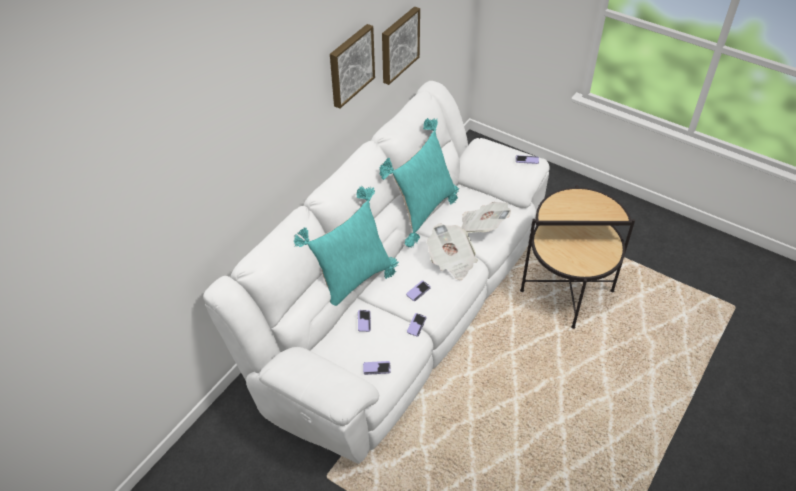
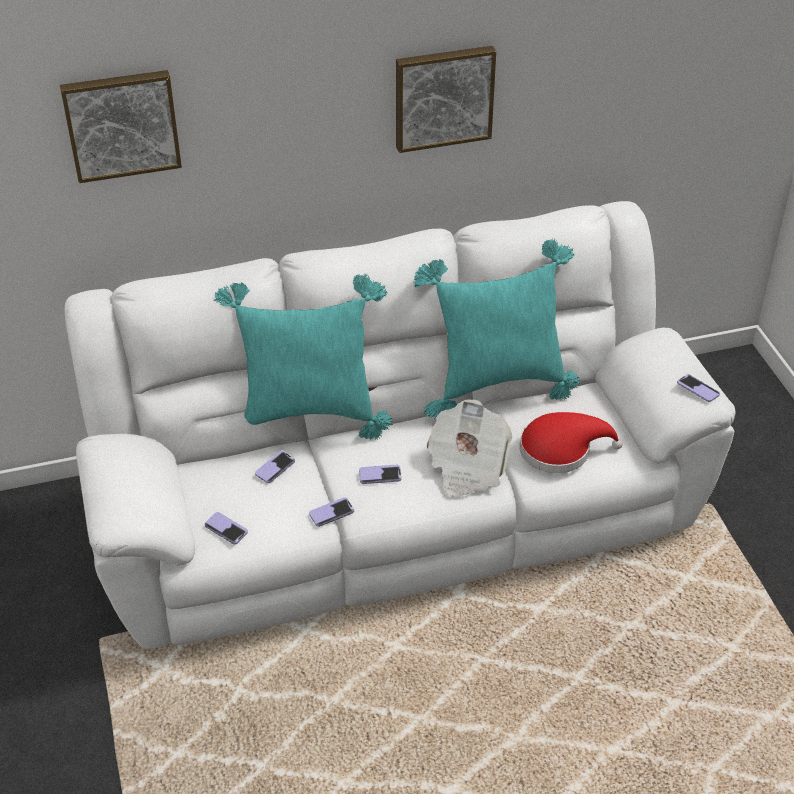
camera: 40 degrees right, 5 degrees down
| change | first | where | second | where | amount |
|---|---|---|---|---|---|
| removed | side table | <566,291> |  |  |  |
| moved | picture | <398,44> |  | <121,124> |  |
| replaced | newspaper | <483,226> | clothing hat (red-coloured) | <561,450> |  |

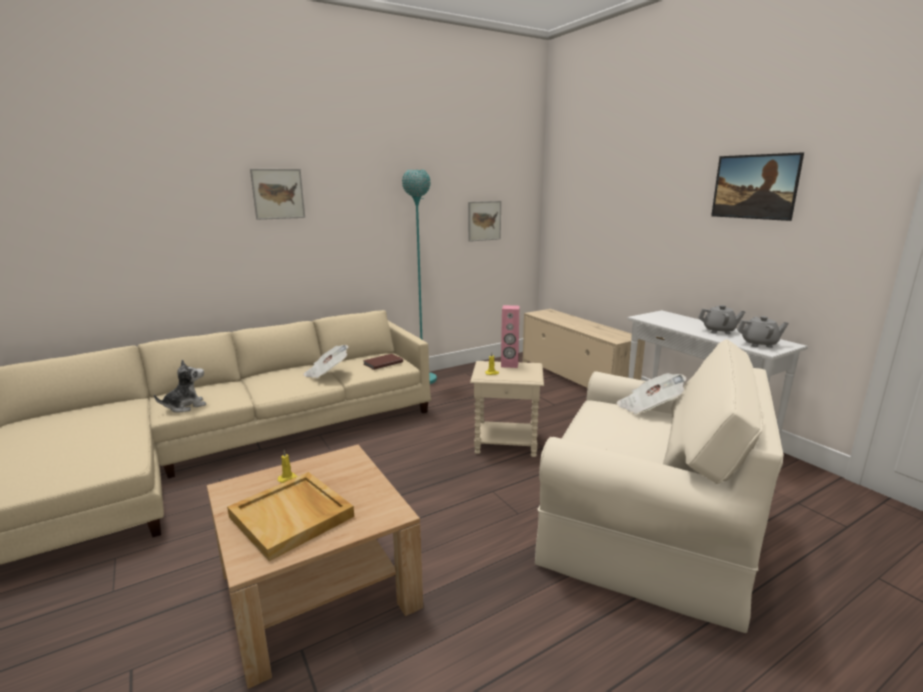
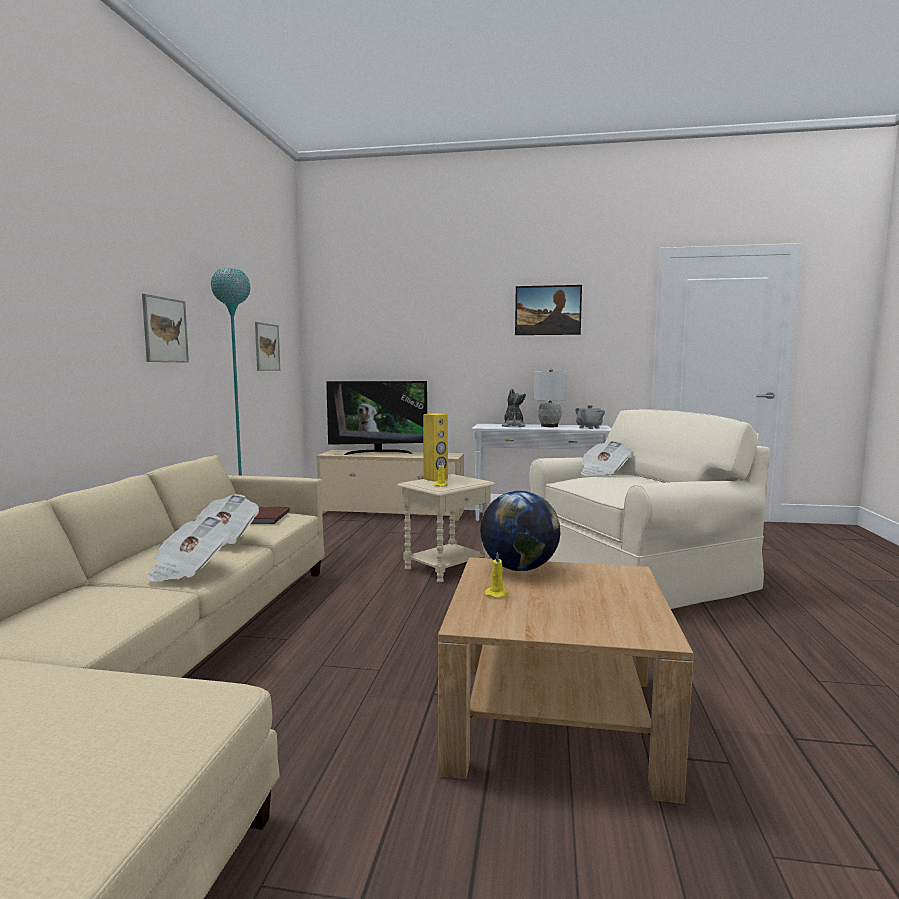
camera: 50 degrees left, 10 degrees down
| change | first | where | second | where | amount |
|---|---|---|---|---|---|
| removed | serving tray (beige) | <293,517> |  |  |  |
| added |  |  | newspaper | <188,569> |  |
| added |  |  | TV | <378,452> |  |
| added |  |  | world globe | <519,568> |  |
| moved | soft toy | <185,406> |  | <513,426> |  |
| moved | picture | <278,194> |  | <165,330> |  |
| replaced | pot for tea (gray) | <719,331> | lamp for a table (whitish) | <549,426> |  |
| recoloured | audio speaker (pinkish) | <509,365> | audio speaker (yellowish) | <436,479> |  |

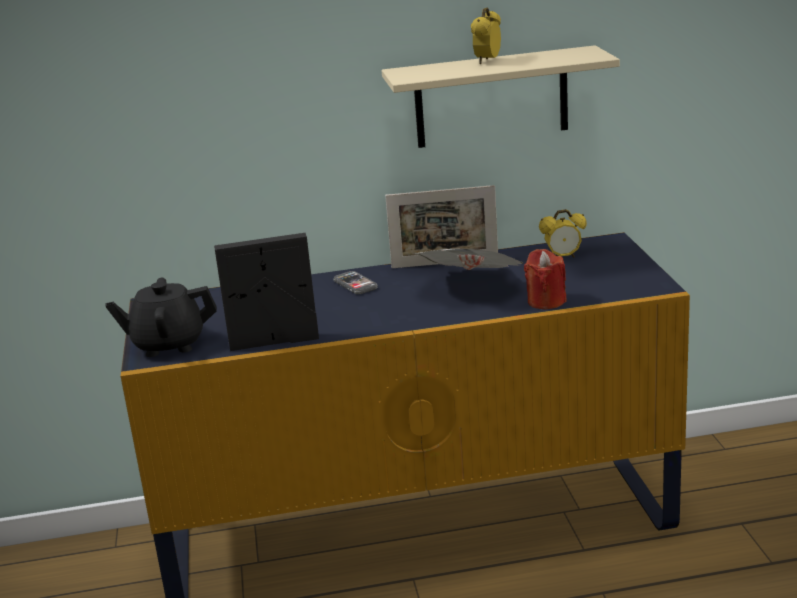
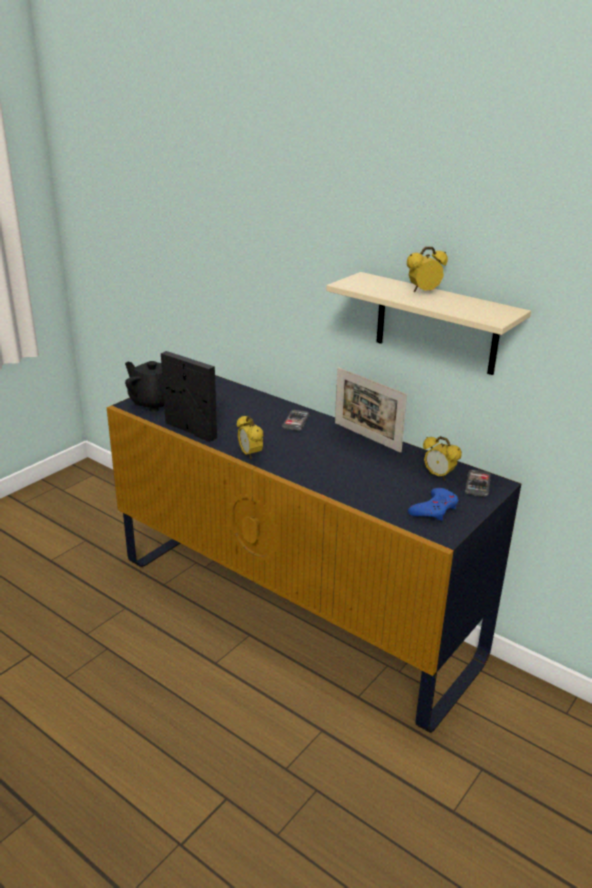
camera: 45 degrees right, 5 degrees up
| change | first | where | second | where | amount |
|---|---|---|---|---|---|
| removed | newspaper | <472,287> |  |  |  |
| removed | candle (red-coloured) | <546,301> |  |  |  |
| added |  |  | alarm clock | <250,455> |  |
| added |  |  | gamepad (blue-coloured) | <434,509> |  |
| added |  |  | telephone | <477,484> |  |

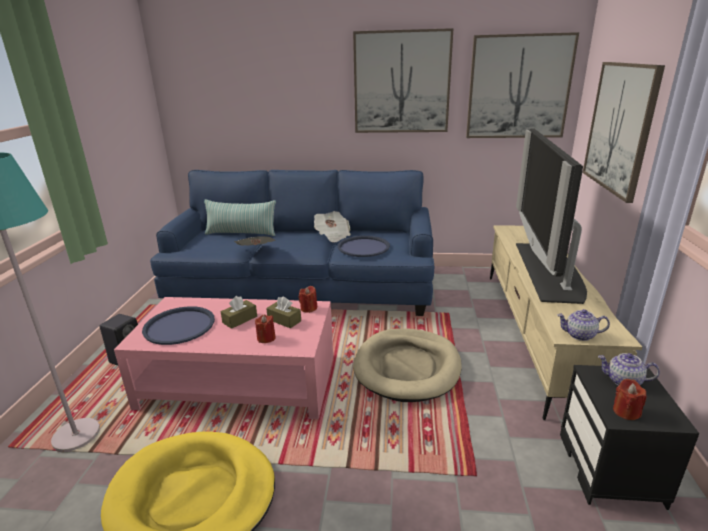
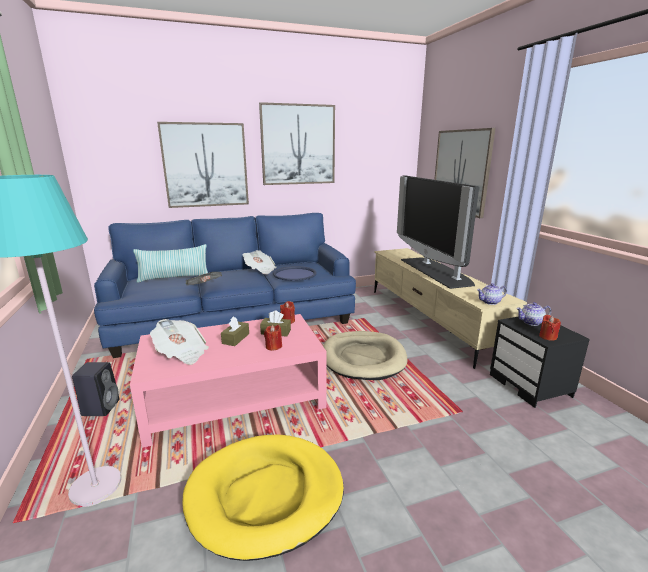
camera: 25 degrees left, 5 degrees down
| change | first | where | second | where | amount |
|---|---|---|---|---|---|
| moved | picture | <518,87> |  | <205,165> |  |
| replaced | serving tray (blue-coloured) | <179,326> | newspaper | <182,353> |  |

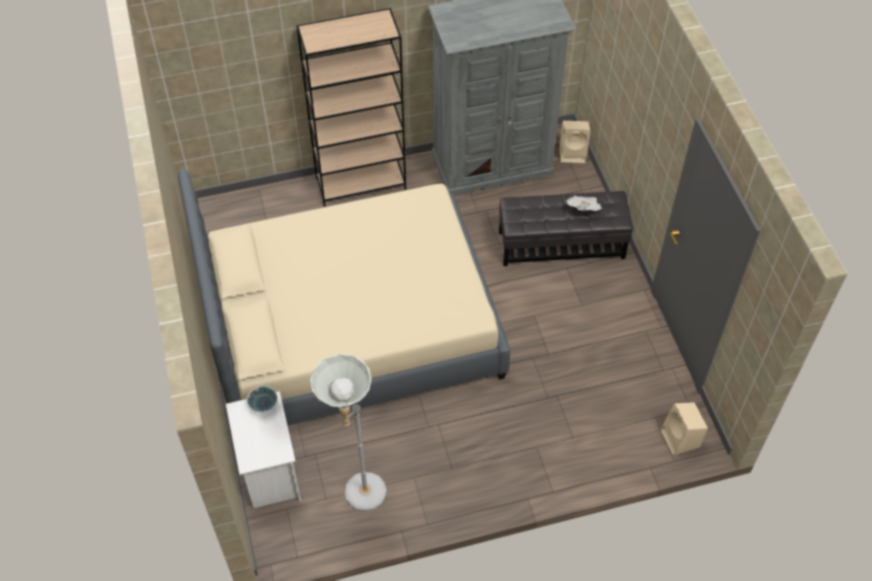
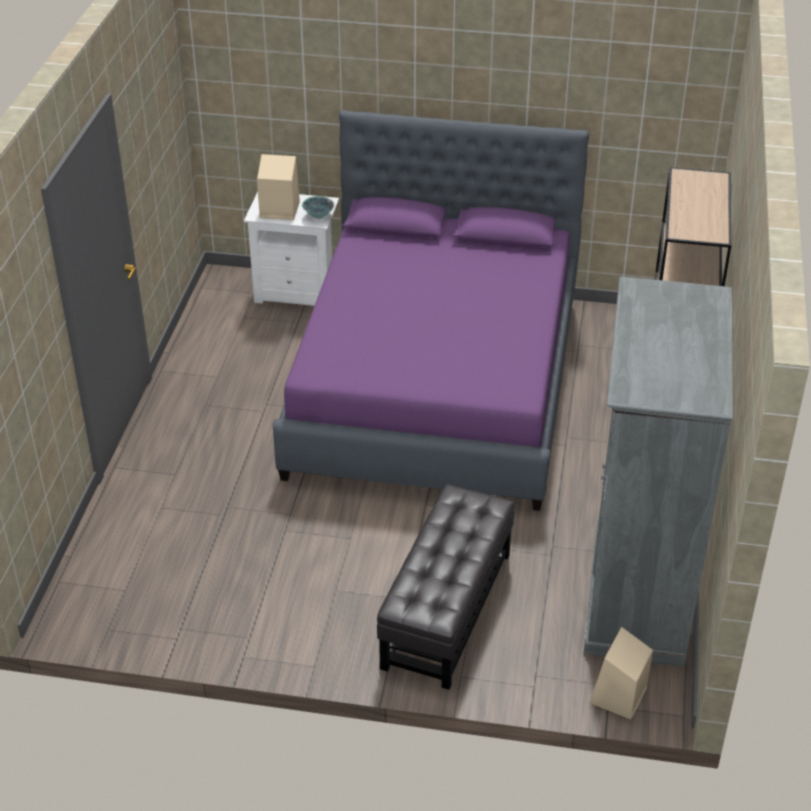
camera: 115 degrees right, 15 degrees down
| change | first | where | second | where | amount |
|---|---|---|---|---|---|
| removed | standing lamp (gray) | <359,498> |  |  |  |
| removed | newspaper | <584,209> |  |  |  |
| moved | audio speaker (beige) | <681,439> |  | <278,210> |  |
| recoloured | sleeping bed (beige) | <351,327> | sleeping bed (purple) | <436,385> |  |

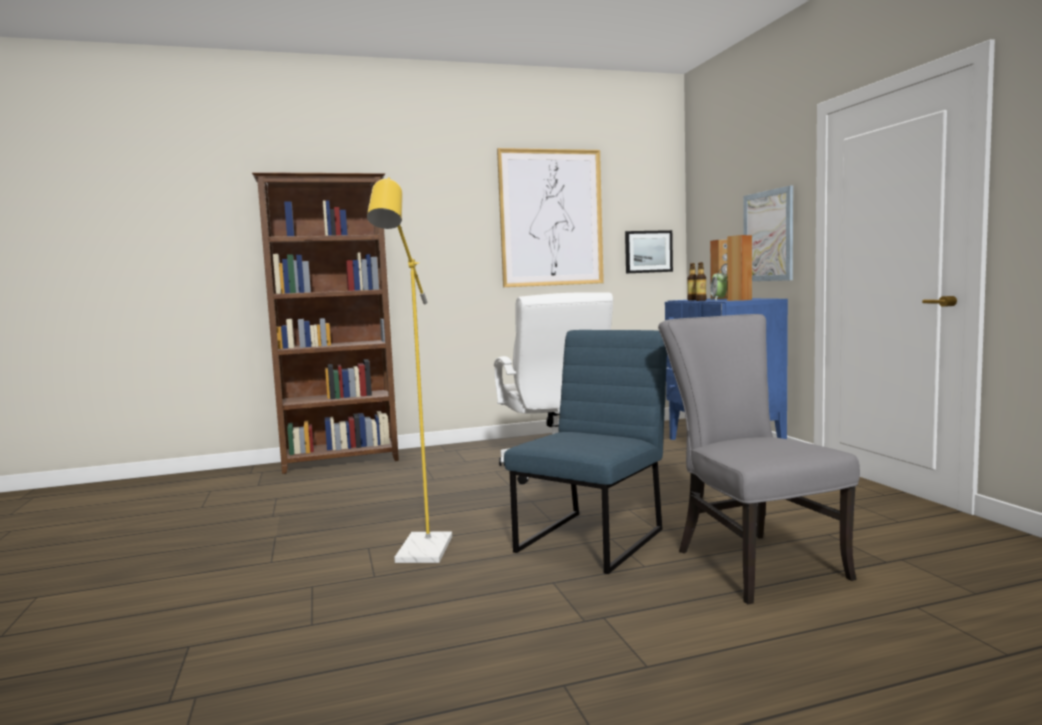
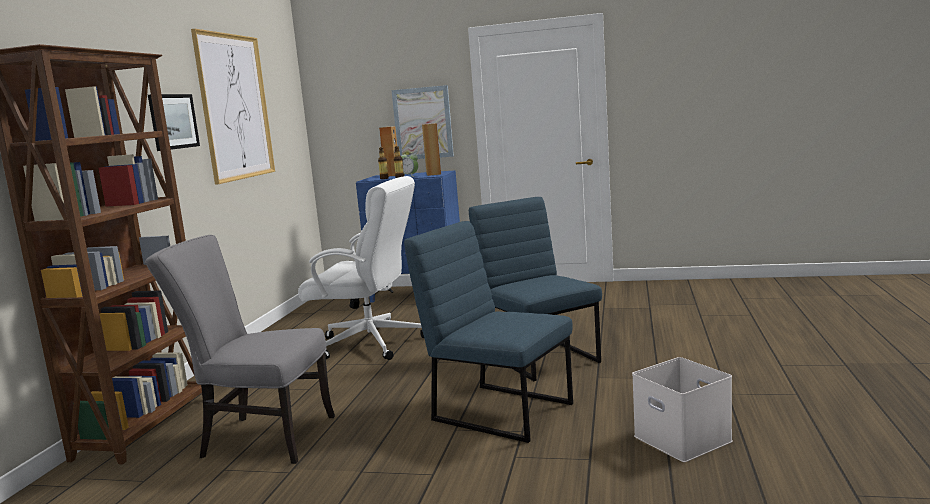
camera: 60 degrees left, 5 degrees up
| change | first | where | second | where | amount |
|---|---|---|---|---|---|
| added |  |  | storage container (whitish) | <684,439> |  |
| moved | picture | <648,251> |  | <173,121> |  |
| moved | plain chair (gray) | <751,561> |  | <260,437> |  |
| replaced | standing lamp (yellowish) | <422,555> | plain chair (blue-coloured) | <499,410> |  |

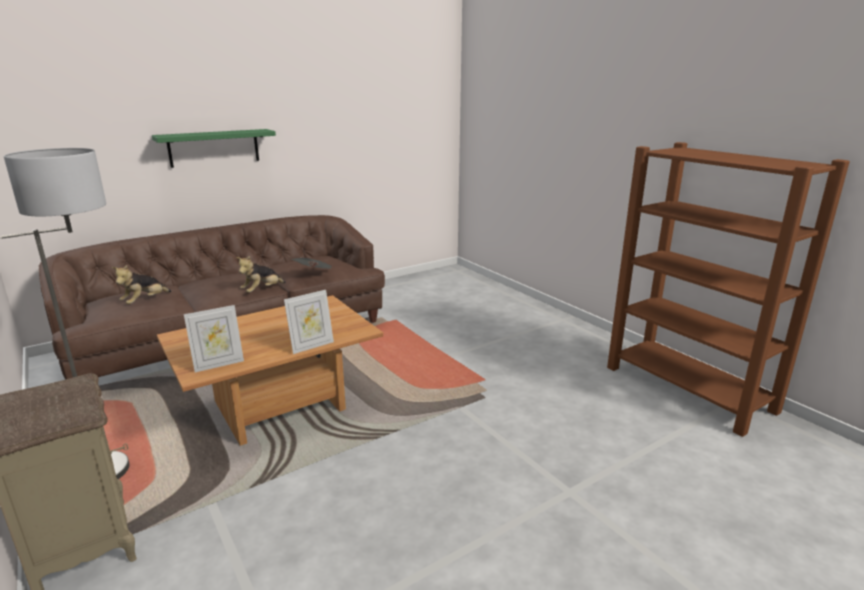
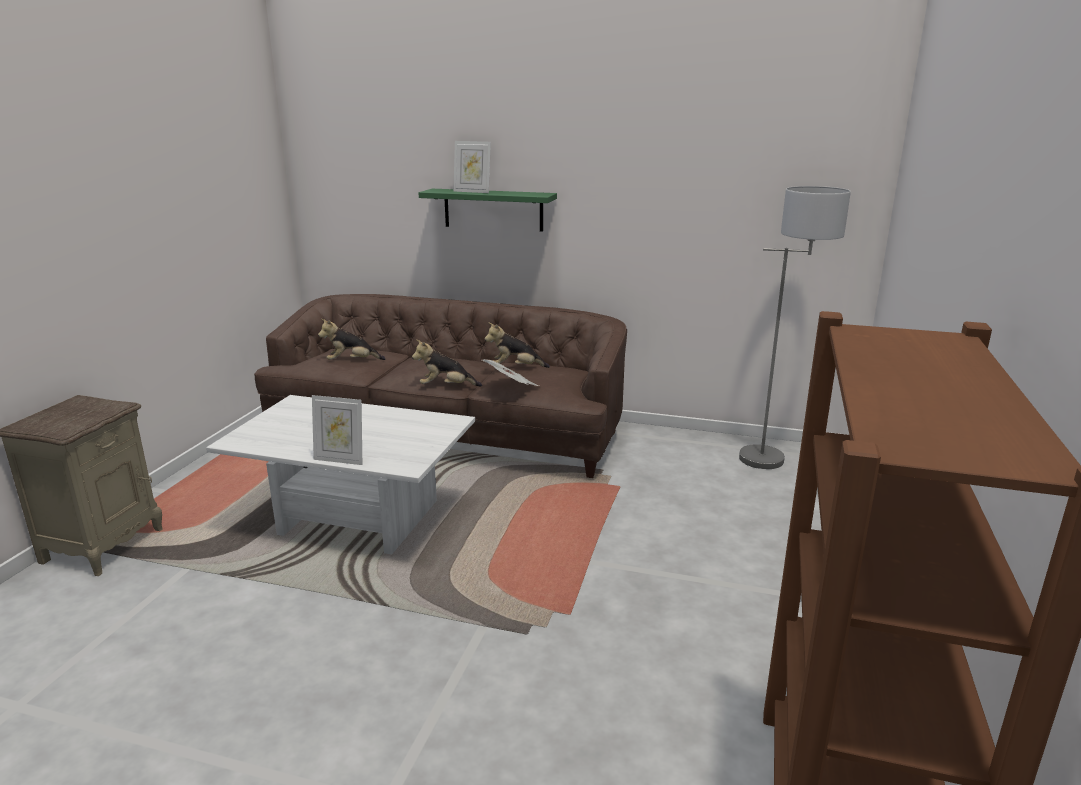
camera: 50 degrees right, 0 degrees up
| change | first | where | second | where | amount |
|---|---|---|---|---|---|
| added |  |  | soft toy | <515,368> |  |
| moved | standing lamp (gray) | <118,466> |  | <775,460> |  |
| moved | photo frame | <218,364> |  | <472,191> |  |
| recoloured | lounge table (brown-coloured) | <279,408> | lounge table (whitish) | <355,520> |  |

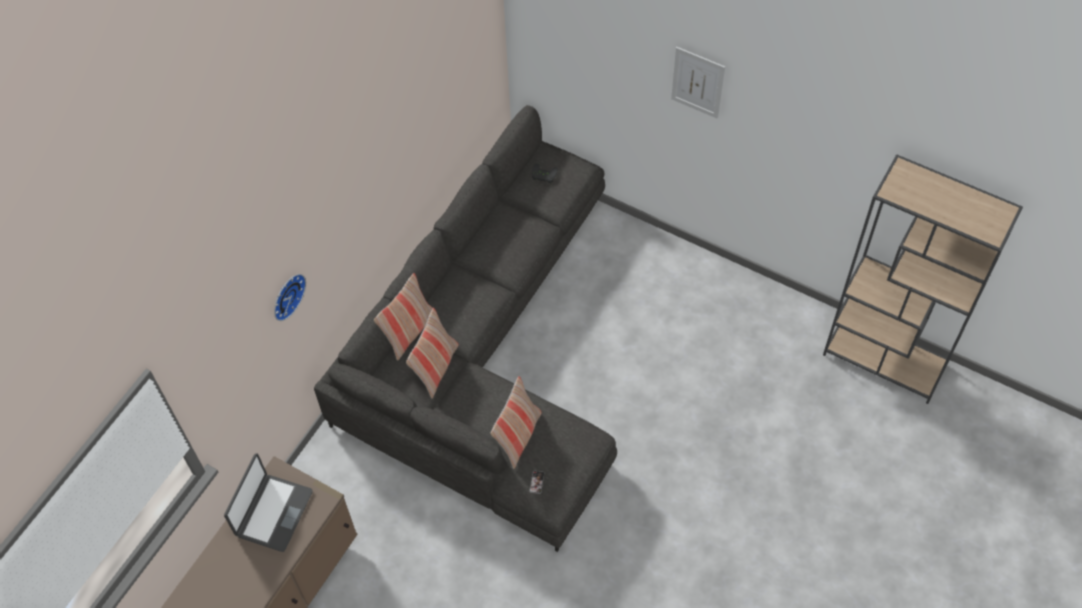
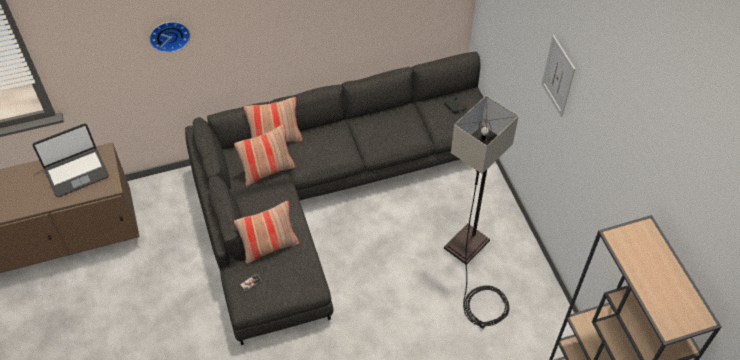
camera: 40 degrees right, 5 degrees down
| change | first | where | second | where | amount |
|---|---|---|---|---|---|
| added |  |  | standing lamp | <475,278> |  |

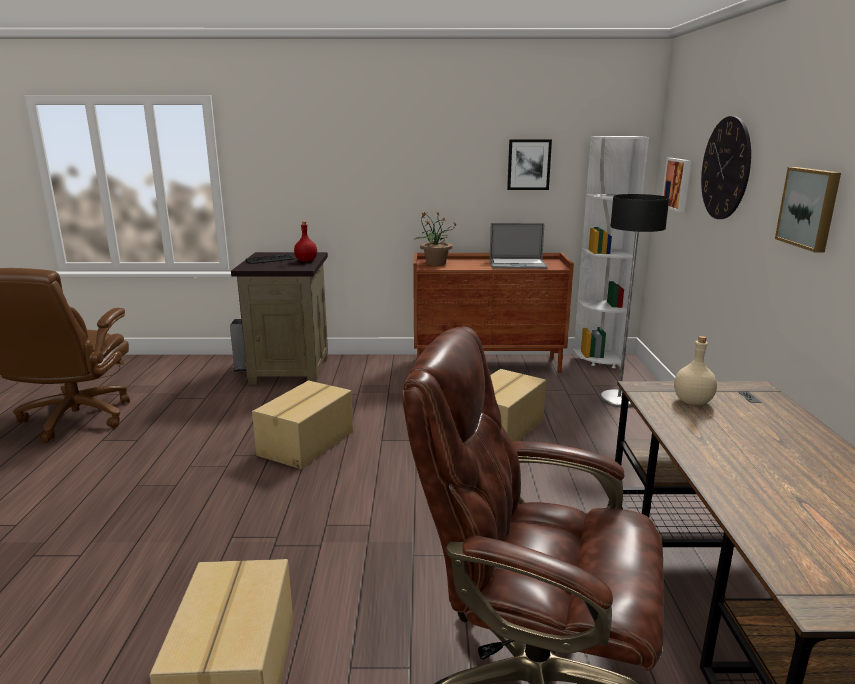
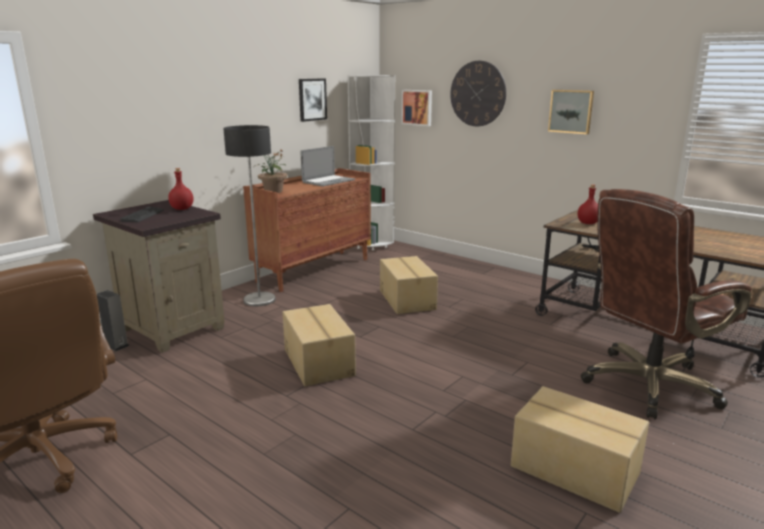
camera: 50 degrees left, 0 degrees up
| change | first | where | second | where | amount |
|---|---|---|---|---|---|
| moved | standing lamp | <618,399> |  | <259,300> |  |
| recoloured | beverage bottle (beige) | <692,402> | beverage bottle (red-coloured) | <588,223> |  |

